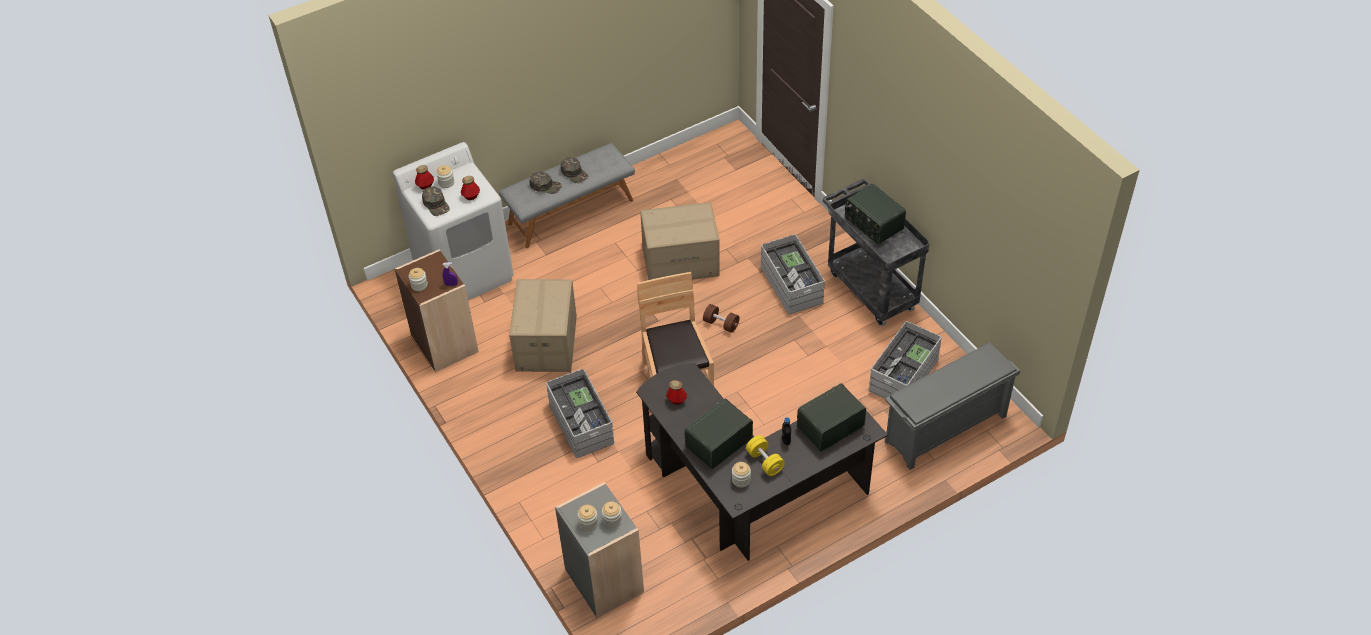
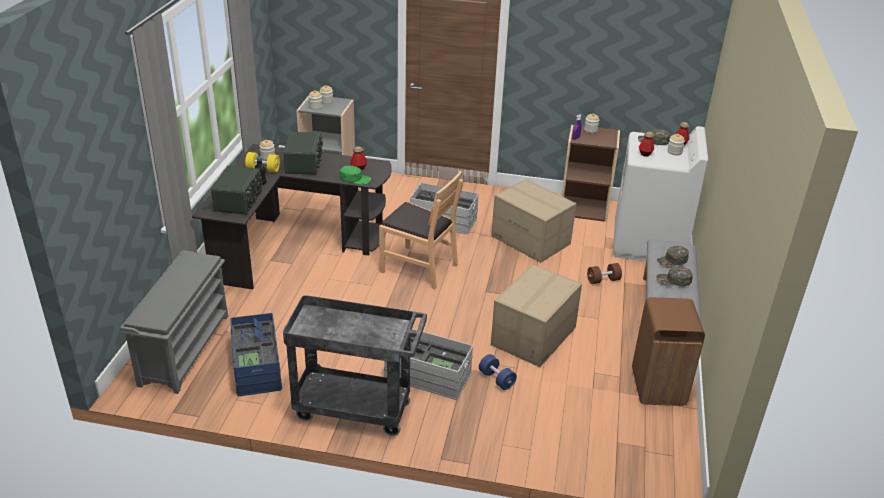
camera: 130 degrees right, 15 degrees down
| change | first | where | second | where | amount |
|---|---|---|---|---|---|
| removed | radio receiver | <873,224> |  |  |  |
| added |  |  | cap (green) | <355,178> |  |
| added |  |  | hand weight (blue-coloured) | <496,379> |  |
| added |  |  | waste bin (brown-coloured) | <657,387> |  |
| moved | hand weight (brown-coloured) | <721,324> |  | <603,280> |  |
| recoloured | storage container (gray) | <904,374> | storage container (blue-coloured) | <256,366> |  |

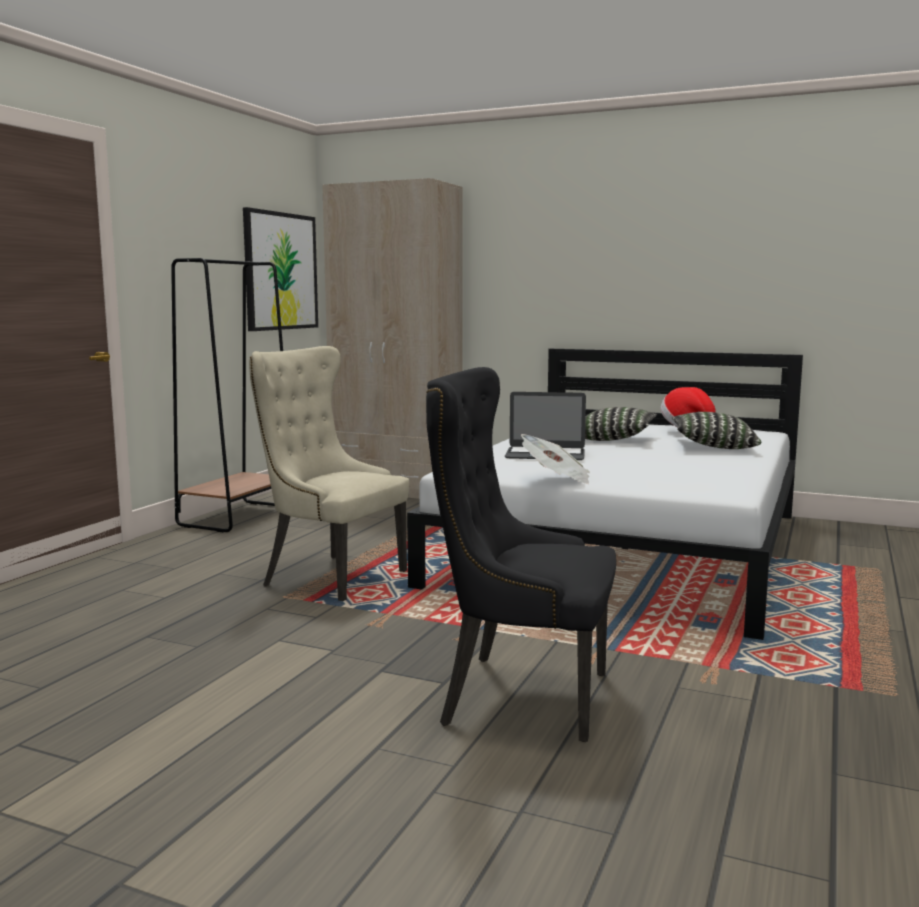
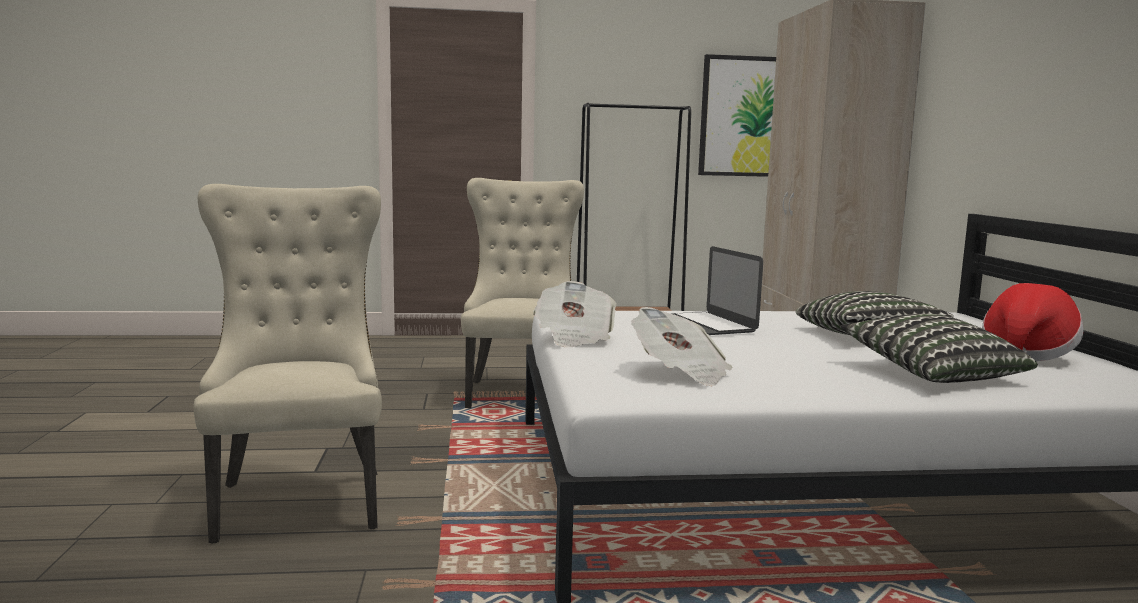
camera: 60 degrees right, 0 degrees up
| change | first | where | second | where | amount |
|---|---|---|---|---|---|
| added |  |  | newspaper | <680,373> |  |
| recoloured | plain chair (blackish) | <521,697> | plain chair (beige) | <299,503> |  |

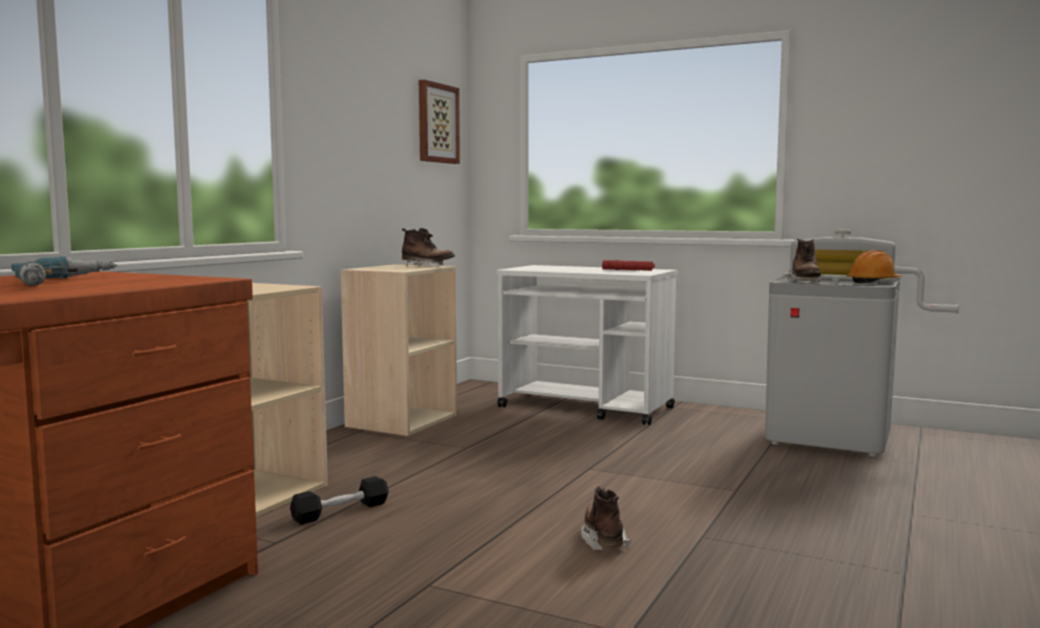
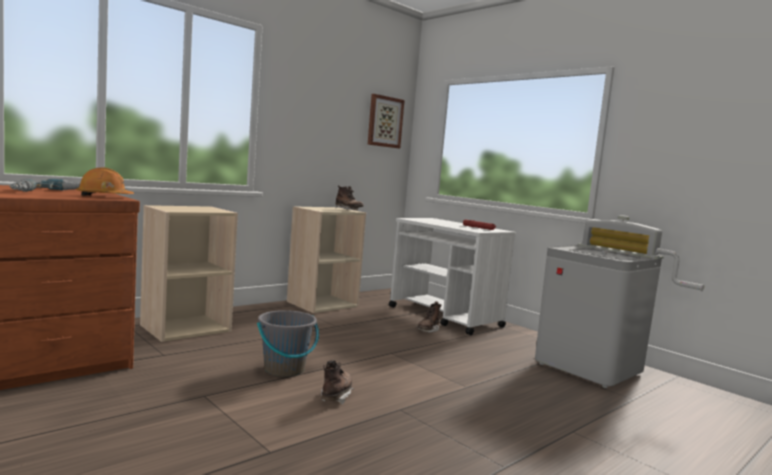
camera: 20 degrees right, 0 degrees up
| change | first | where | second | where | amount |
|---|---|---|---|---|---|
| removed | hand weight (blackish) | <340,511> |  |  |  |
| added |  |  | water bucket (gray) | <284,369> |  |
| moved | tall boot (brown-coloured) | <805,282> |  | <428,330> |  |
| moved | hard hat (orange) | <873,282> |  | <104,197> |  |

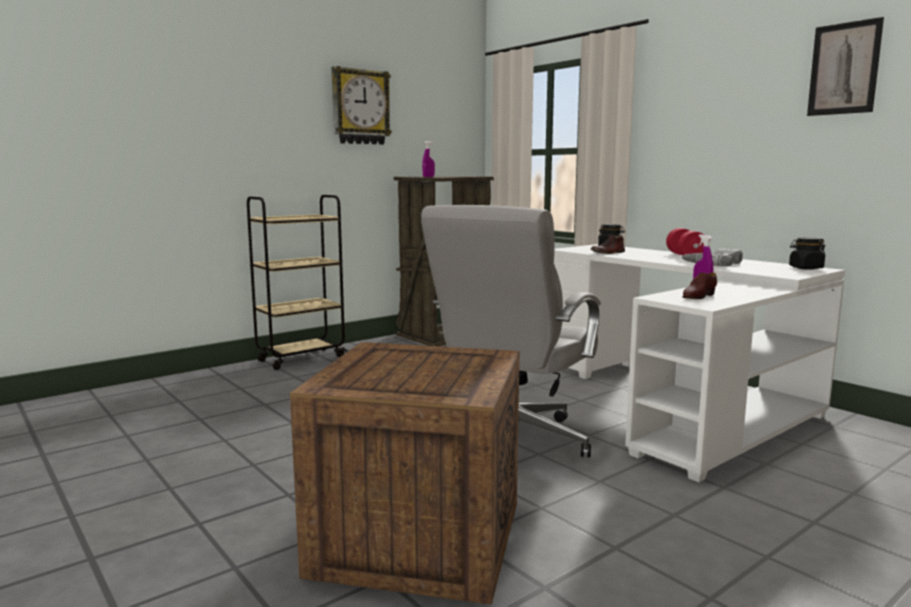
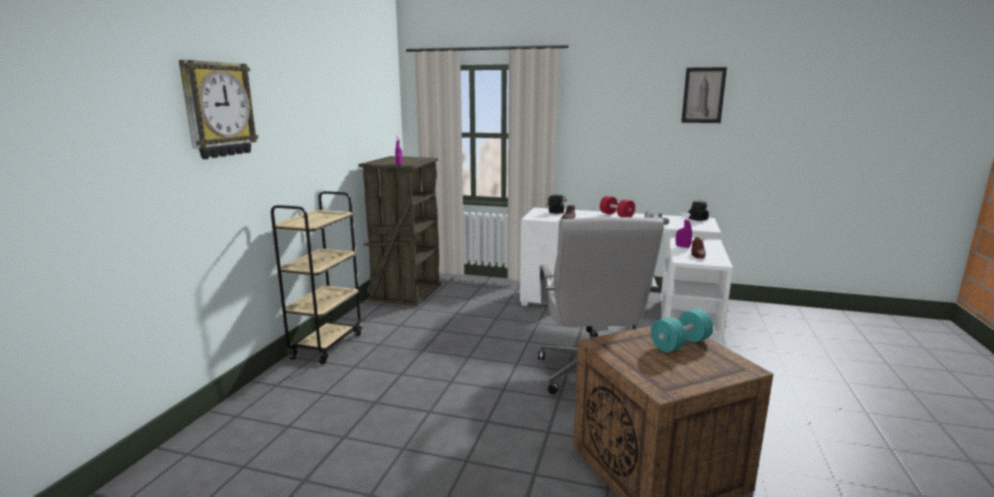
camera: 35 degrees left, 5 degrees up
| change | first | where | second | where | amount |
|---|---|---|---|---|---|
| added |  |  | hand weight (blue-green) | <680,344> |  |
| moved | hanging clock | <360,107> |  | <218,110> |  |

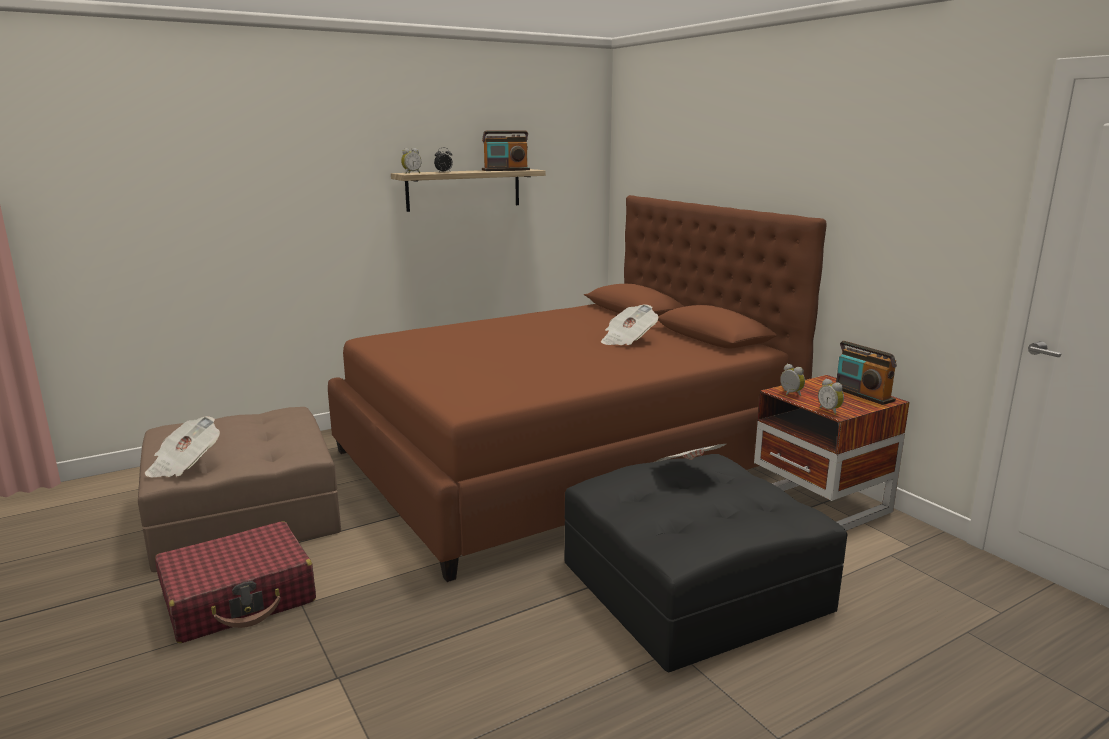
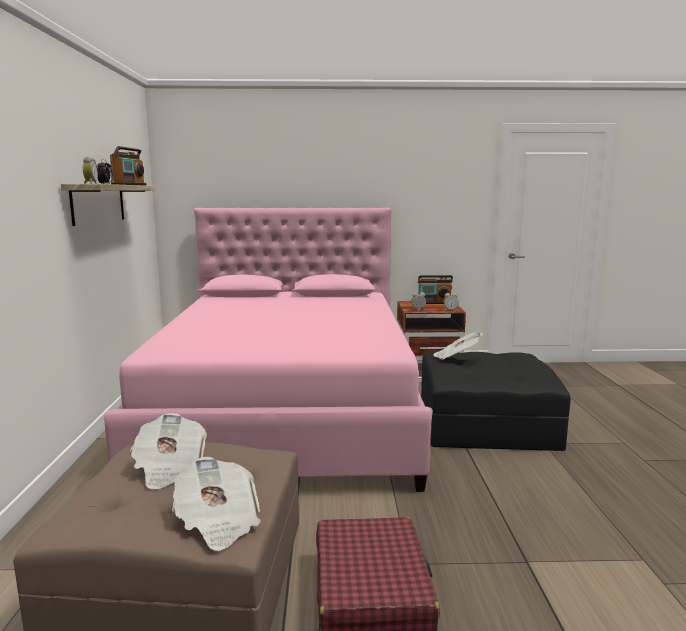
camera: 60 degrees left, 5 degrees down
| change | first | where | second | where | amount |
|---|---|---|---|---|---|
| moved | newspaper | <627,340> |  | <169,469> |  |
| recoloured | sleeping bed (brown-coloured) | <562,460> | sleeping bed (pinkish) | <287,412> |  |

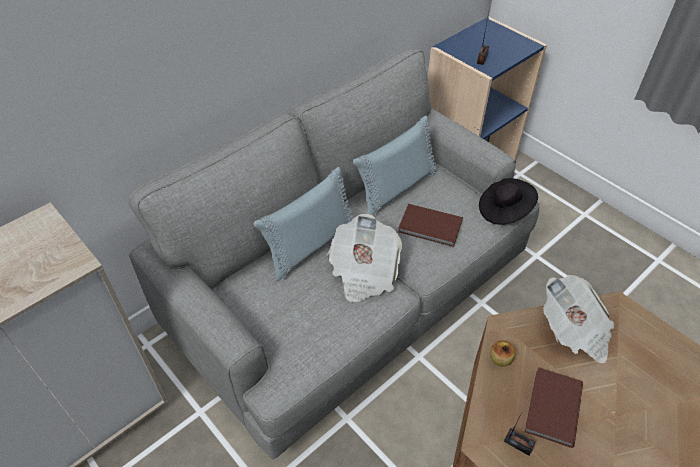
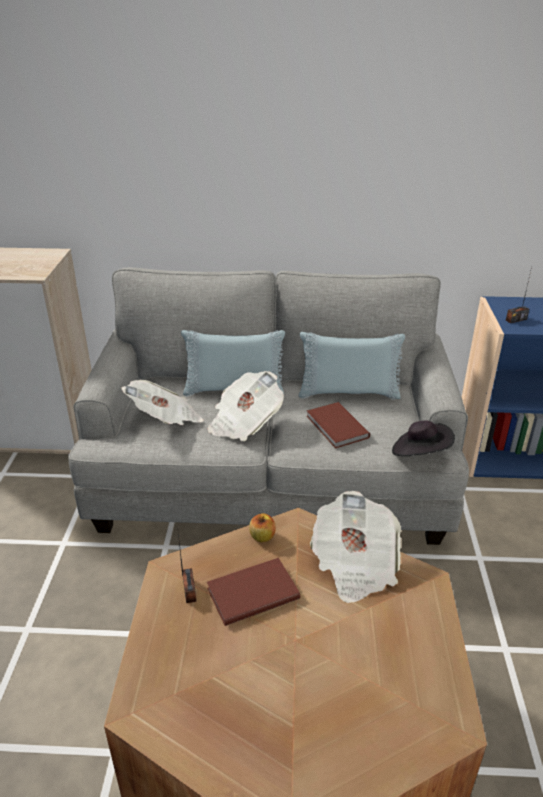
camera: 45 degrees right, 15 degrees down
| change | first | where | second | where | amount |
|---|---|---|---|---|---|
| added |  |  | newspaper | <166,419> |  |

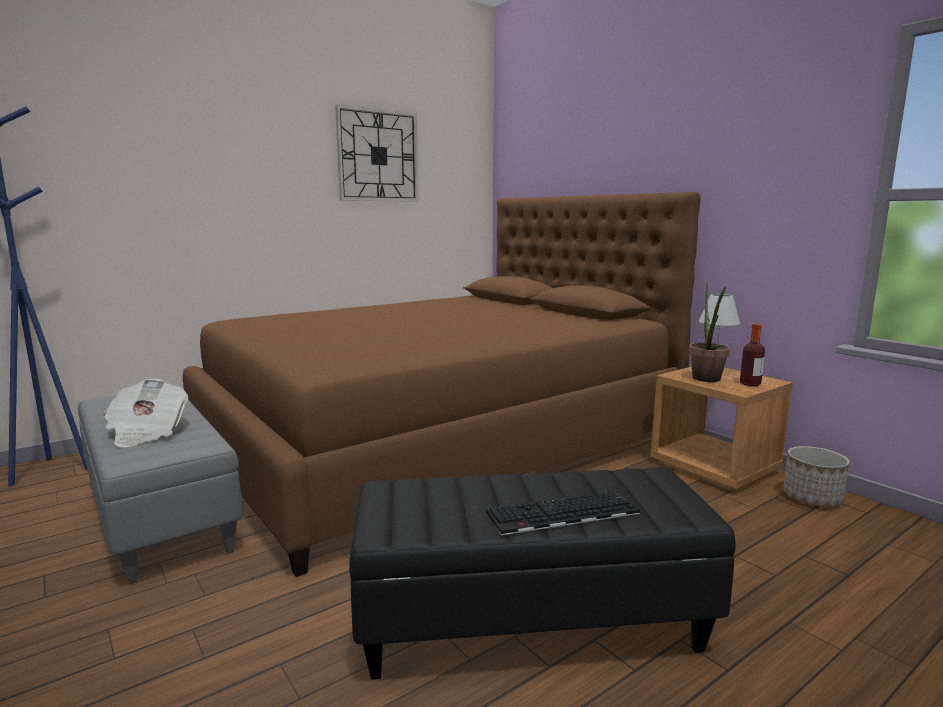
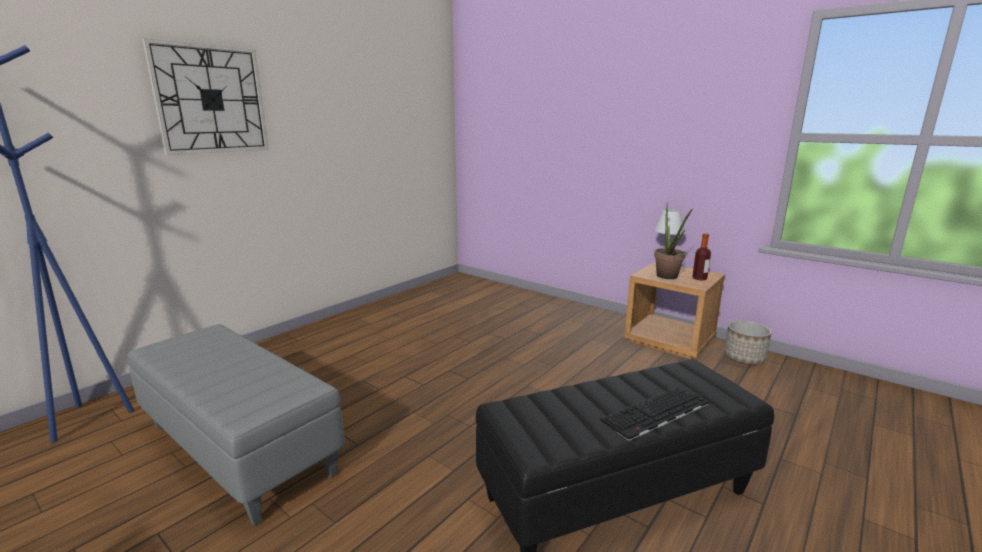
camera: 15 degrees left, 5 degrees up
| change | first | where | second | where | amount |
|---|---|---|---|---|---|
| removed | newspaper | <147,432> |  |  |  |
| removed | sleeping bed (brown-coloured) | <440,442> |  |  |  |
| moved | hanging clock | <378,156> |  | <211,100> |  |

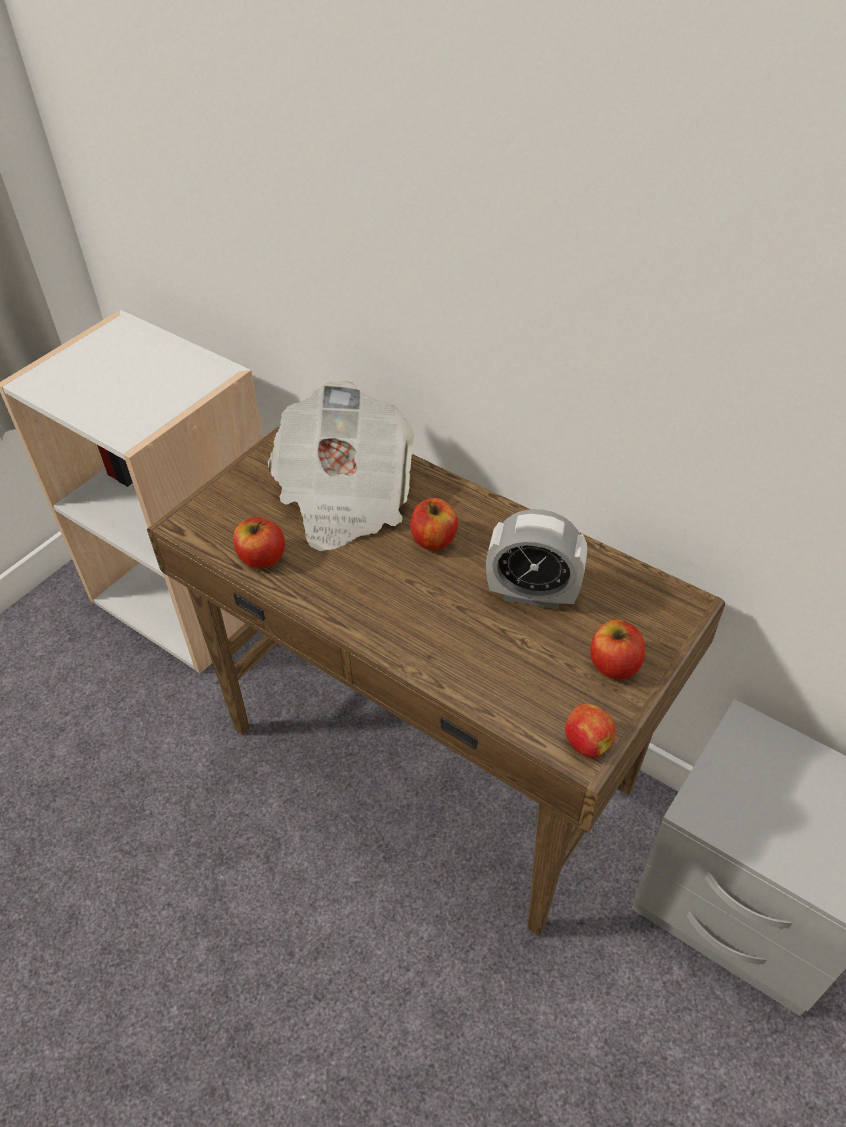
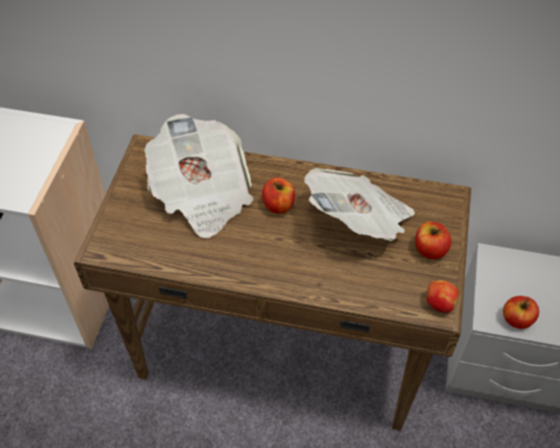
camera: 25 degrees left, 5 degrees up
| change | first | where | second | where | amount |
|---|---|---|---|---|---|
| moved | apple fruit | <262,558> |  | <517,319> |  |
| replaced | alarm clock | <532,594> | newspaper | <359,221> |  |

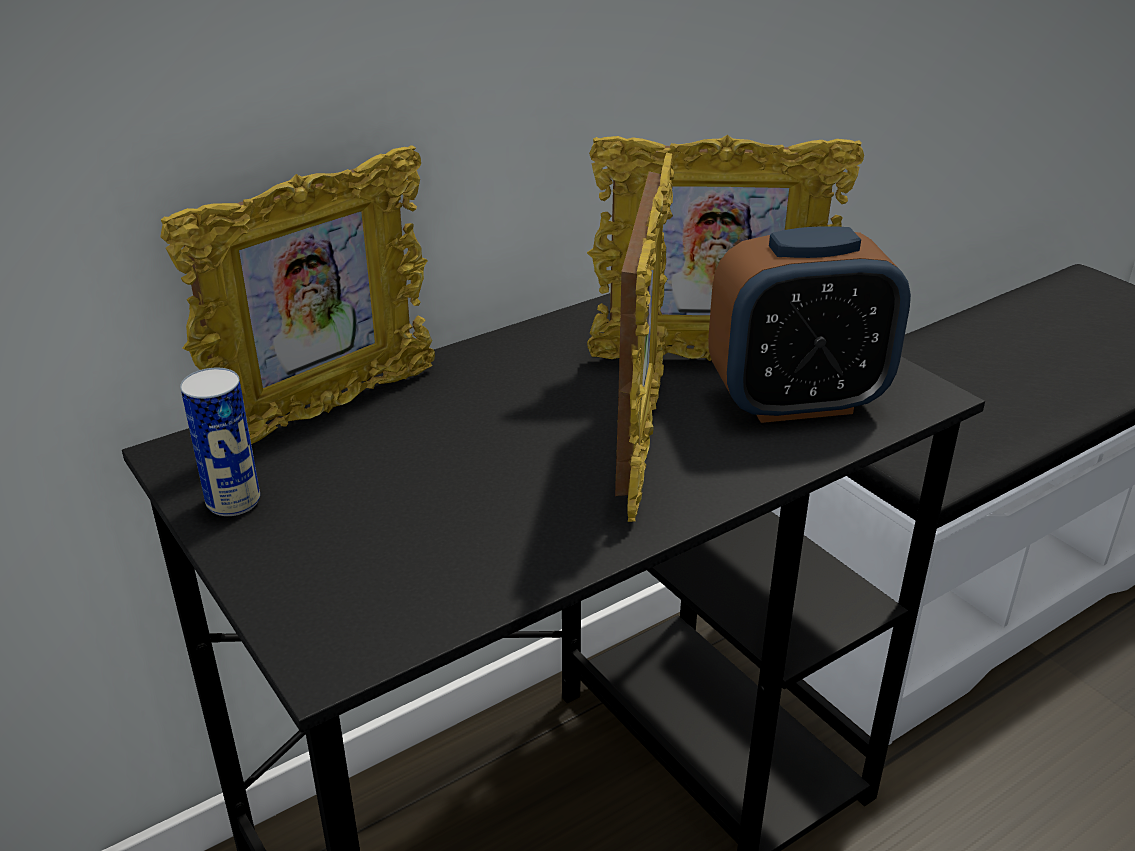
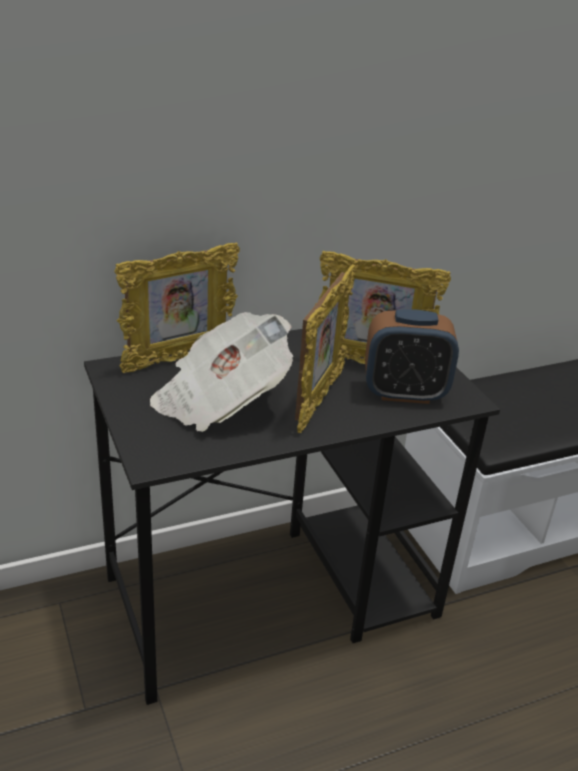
camera: 10 degrees right, 0 degrees up
| change | first | where | second | where | amount |
|---|---|---|---|---|---|
| removed | sealed can | <233,501> |  |  |  |
| added |  |  | newspaper | <220,400> |  |

